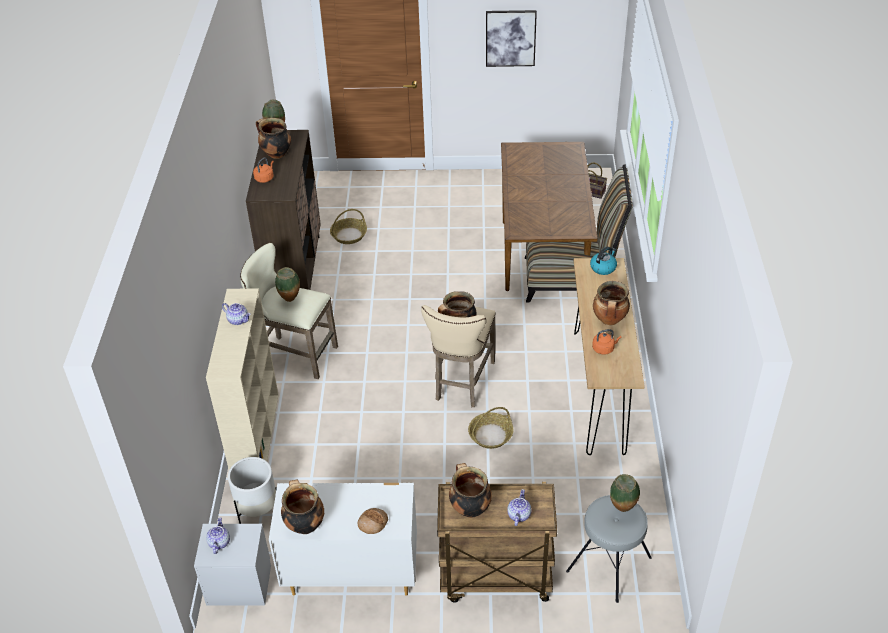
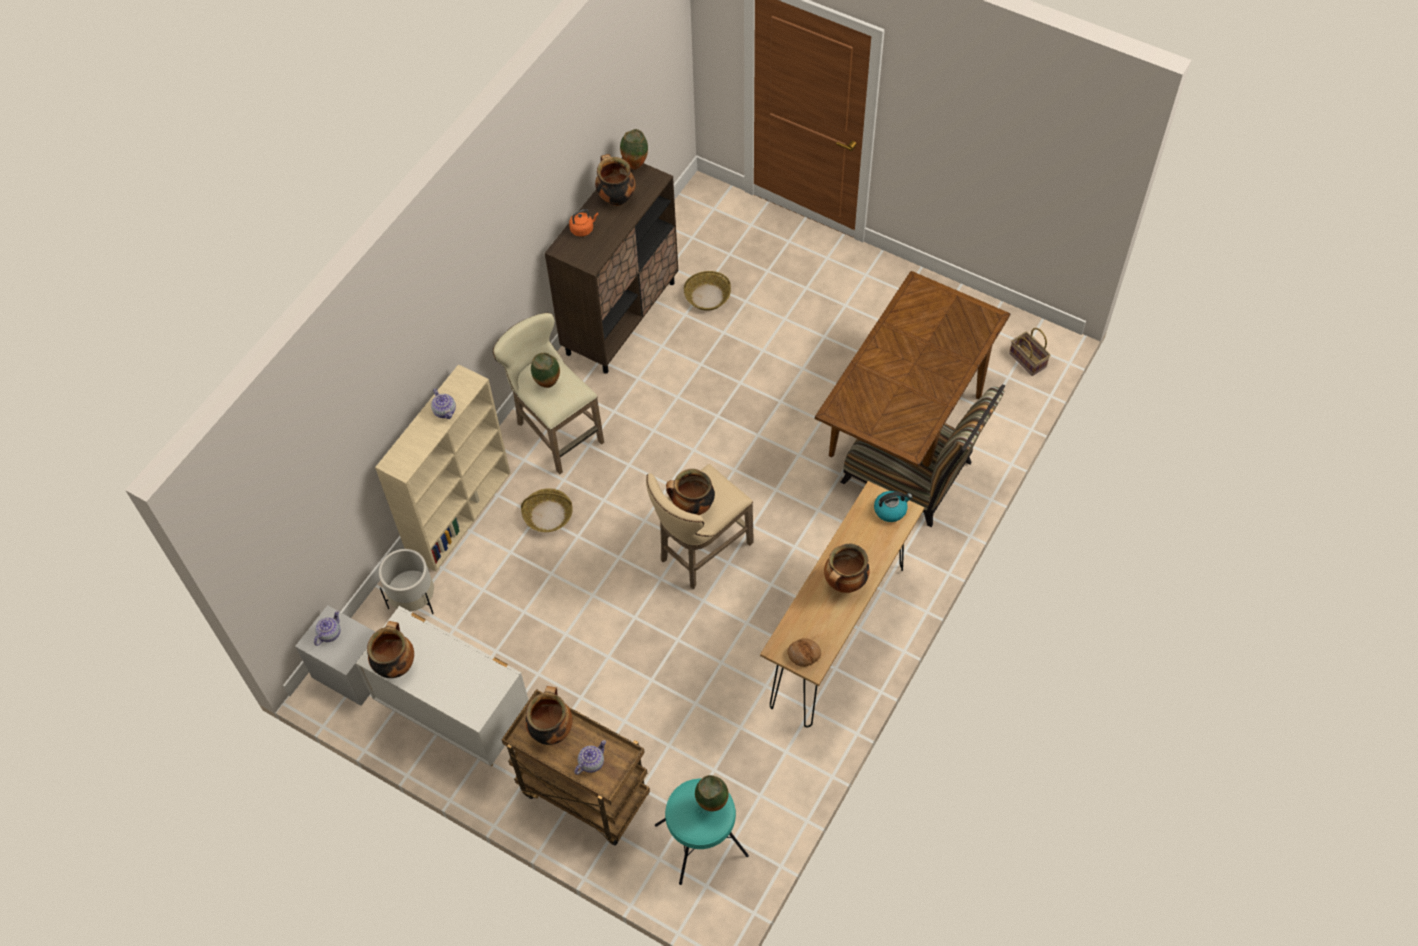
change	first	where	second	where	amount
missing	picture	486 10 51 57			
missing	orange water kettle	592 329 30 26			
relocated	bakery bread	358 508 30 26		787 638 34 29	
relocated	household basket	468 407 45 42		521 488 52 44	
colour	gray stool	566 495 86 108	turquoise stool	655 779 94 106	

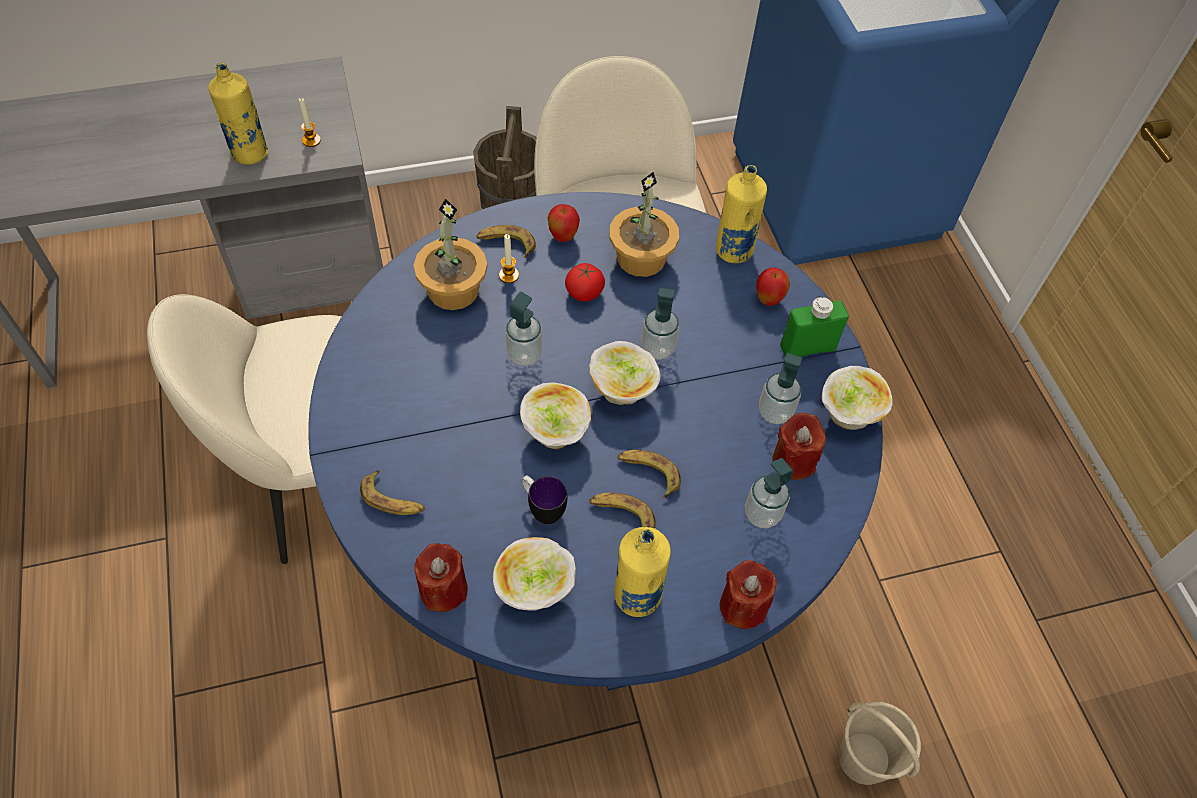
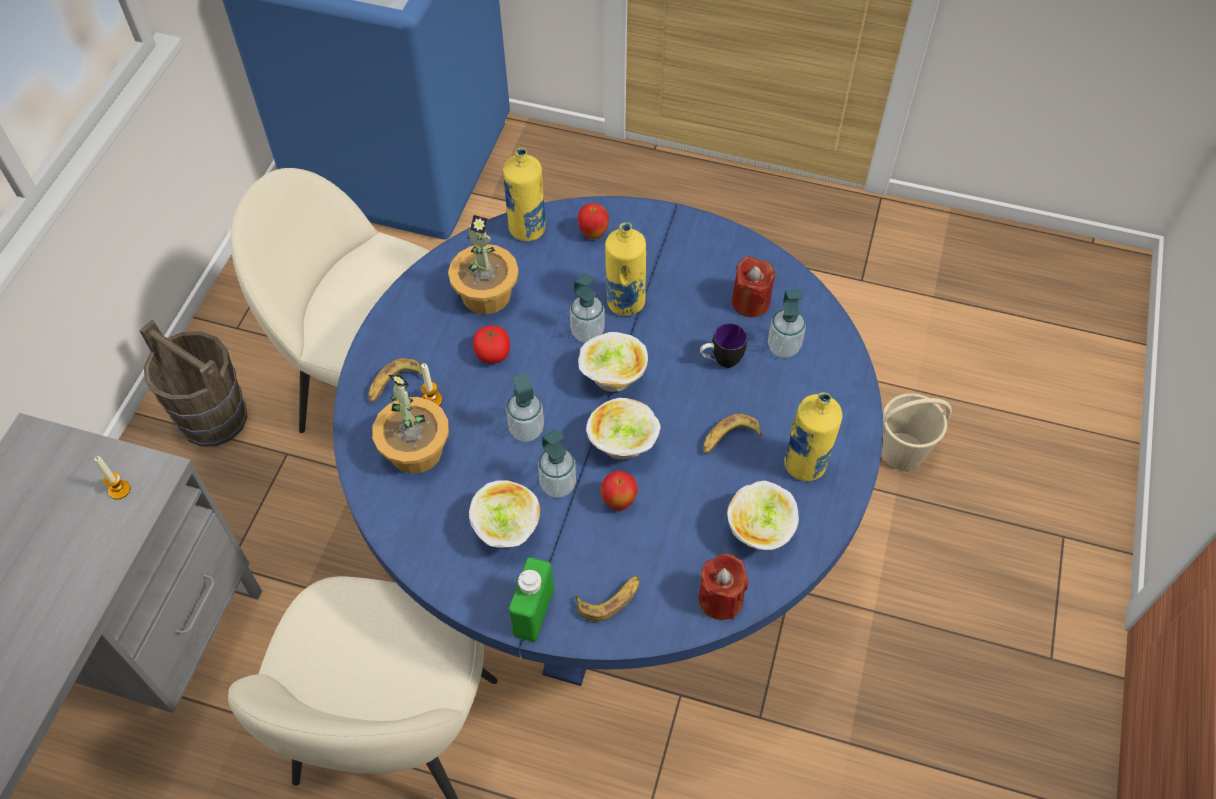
change	first	where	second	where	amount
missing	banana fruit	618 450 63 48			
missing	red-coloured wax candle	720 560 57 69			
relocated	yellow drink bottle	208 63 60 102		605 222 41 94	
relocated	coffee mug	521 476 46 48		700 323 47 45	
relocated	whole apple	547 204 33 38		601 471 36 39	
relocated	liquid soap bottle	759 353 43 71		538 429 38 69	
relocated	greenish drink bottle	780 296 69 61		509 557 45 85	
relocated	bowl	822 366 70 64		469 481 71 67	

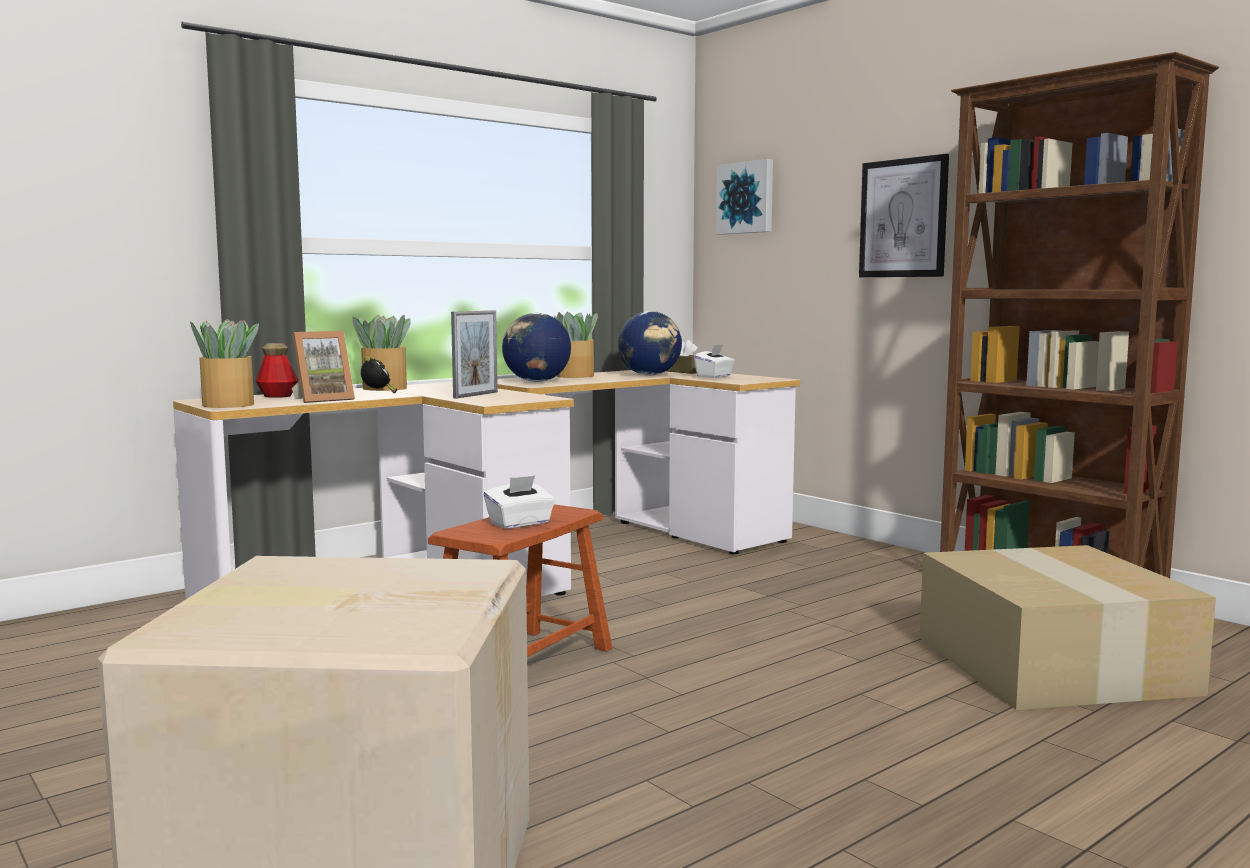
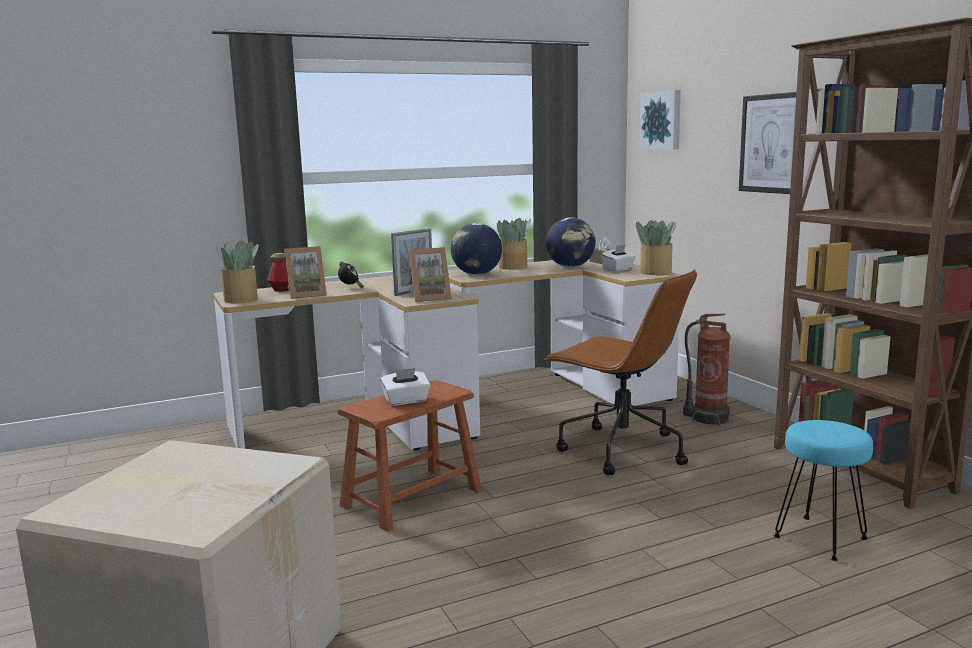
change	first	where	second	where	amount
appeared			photo frame	409 247 43 55	
appeared			brown computer chair	544 269 153 206	
appeared			fire-fighting cylinder	683 314 48 112	
relocated	potted plant	352 315 59 76		636 220 40 55	
exchanged	carton	920 545 296 165	turquoise stool	773 420 100 141	

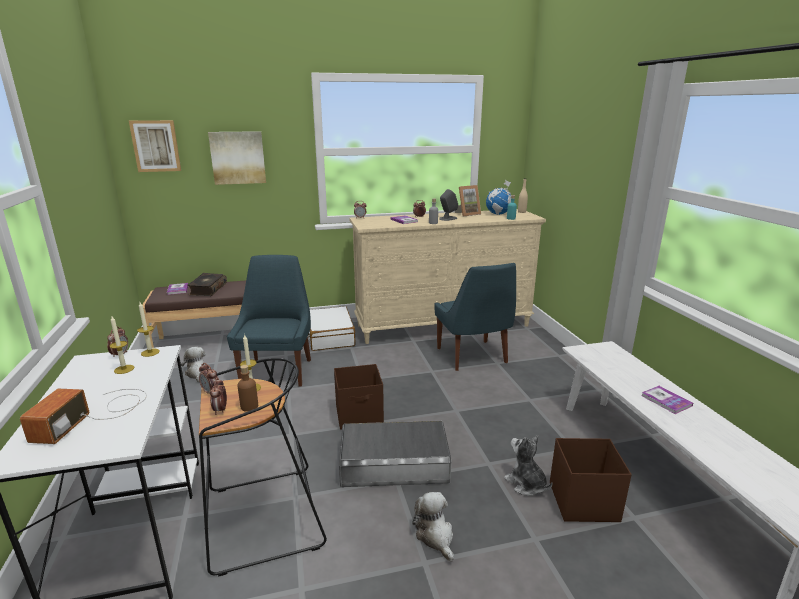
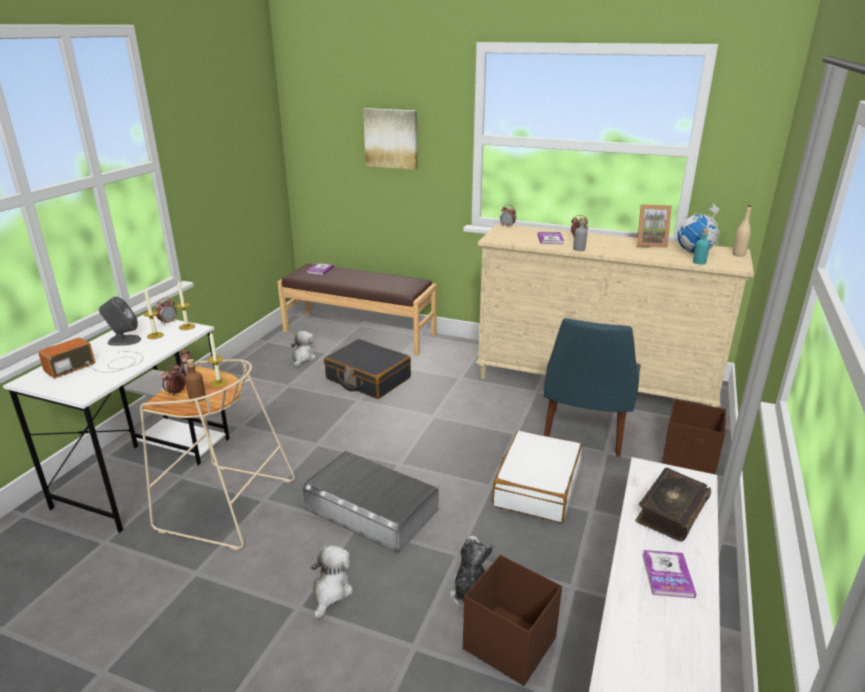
change	first	where	second	where	amount
missing	picture	129 120 52 52			
relocated	book	187 273 40 23		635 468 76 74	
relocated	white suitcase	308 306 47 45		492 430 90 93	
relocated	brown storage bin	334 364 50 66		662 399 64 75	
relocated	gray loudspeaker	439 189 19 32		99 296 42 50	
exchanged	blue chair	227 255 84 132	black suitcase	324 339 87 60	
colour	black stool	199 358 128 219	beige-coloured stool	140 359 155 192	

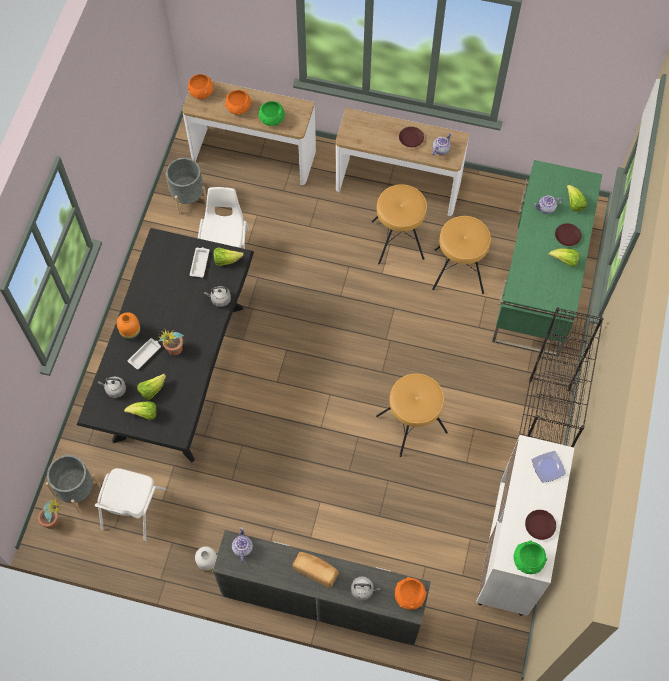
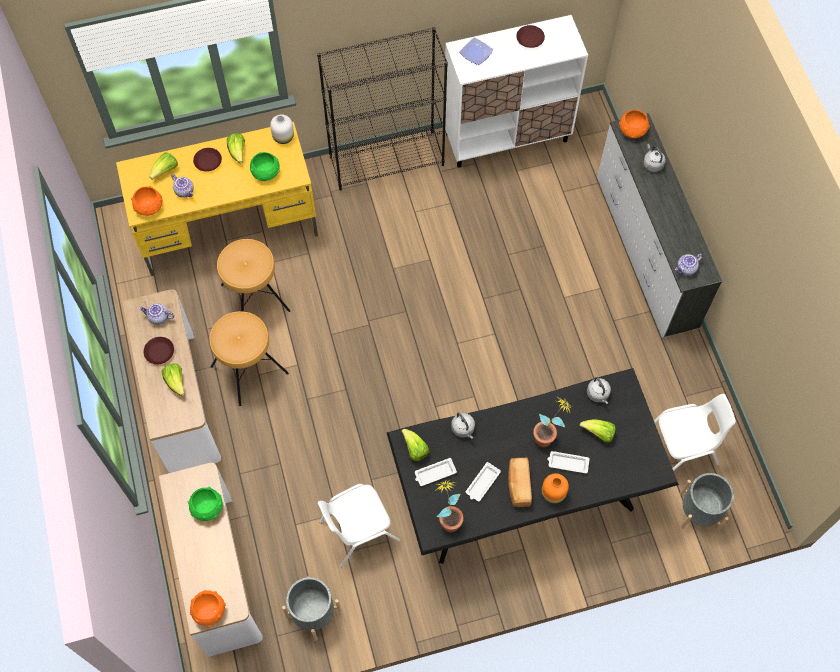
change	first	where	second	where	amount
missing	brown stool	376 374 72 83			
appeared			white tray	466 462 35 40	
relocated	potted plant	38 497 24 32		435 479 29 53	
relocated	gray water kettle	98 376 28 22		587 377 24 27	
relocated	head of lettuce	124 401 33 19		162 363 23 33	
relocated	white decorative vase	195 546 22 26		270 114 24 30	
relocated	orange bowl	225 90 27 25		131 186 31 30	
relocated	bakery bread	292 552 47 36		508 457 24 50	
relocated	greenish bowl	514 540 33 34		250 152 30 29	
colour	greenish desk	492 160 110 197	yellow desk	116 122 202 154	

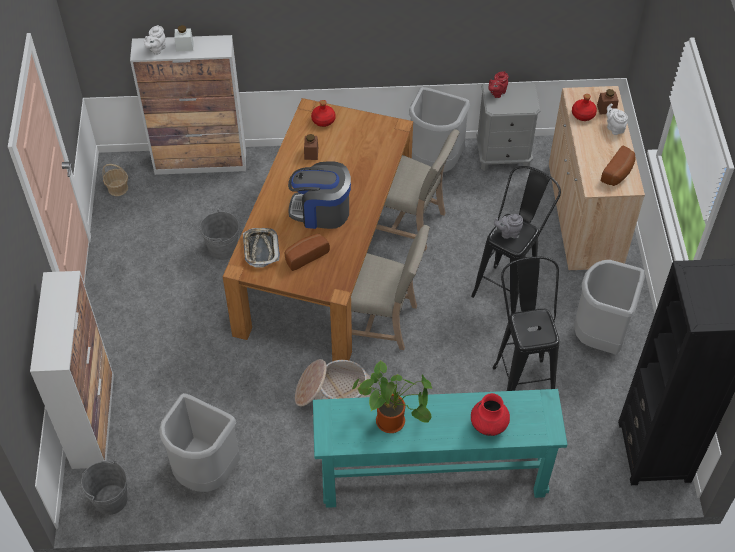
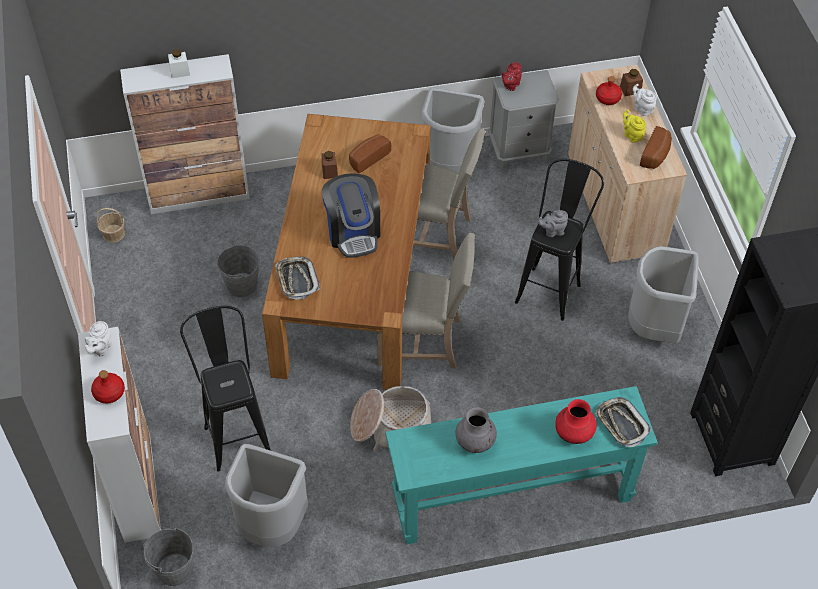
change	first	where	second	where	amount
appeared			tray	595 397 56 50	
appeared			yellow pot for tea	623 110 23 33	
relocated	white pot for tea	144 25 22 30		85 321 27 36	
relocated	bakery bread	285 234 45 37		349 134 42 39	
relocated	red-coloured drink bottle	311 100 25 27		91 370 34 33	
relocated	black stool	493 257 66 134		180 306 91 166	
exchanged	potted plant	352 361 80 72	gray decorative vase	456 407 41 46	
spun	coffee brewer	288 161 63 68		322 173 58 85	105 degrees counterclockwise

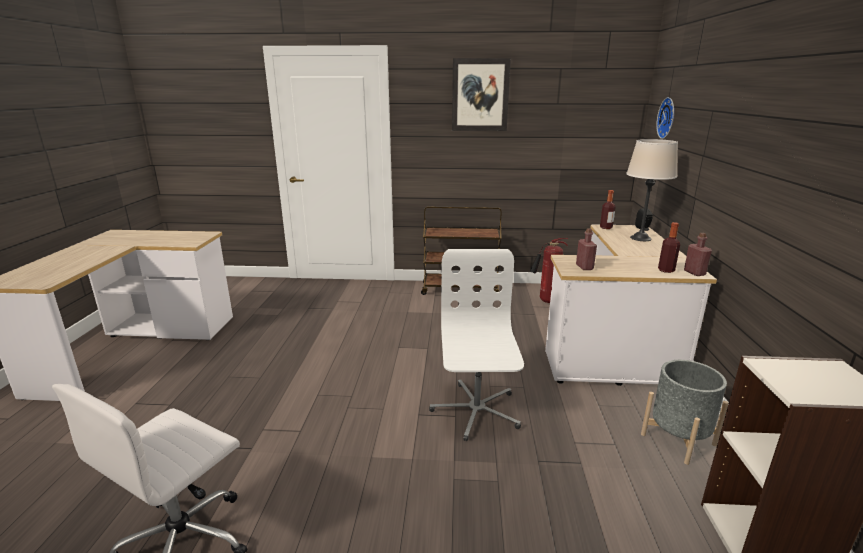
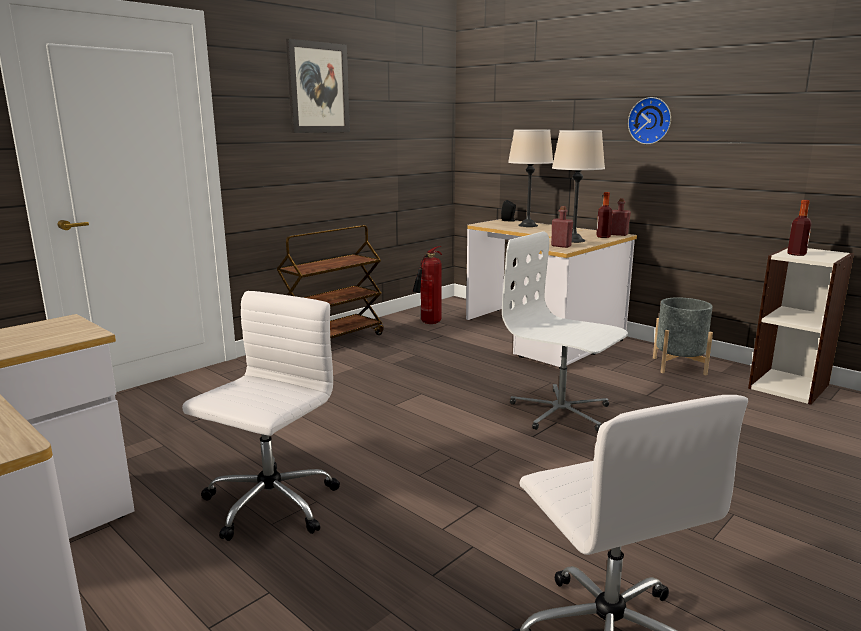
change	first	where	second	where	amount
appeared			white computer chair	182 291 158 250	
appeared			beige-coloured lamp for a table	552 130 53 113	
relocated	drink bottle	600 190 16 39		787 200 25 56	
relocated	wall clock	656 97 18 42		628 97 43 47	

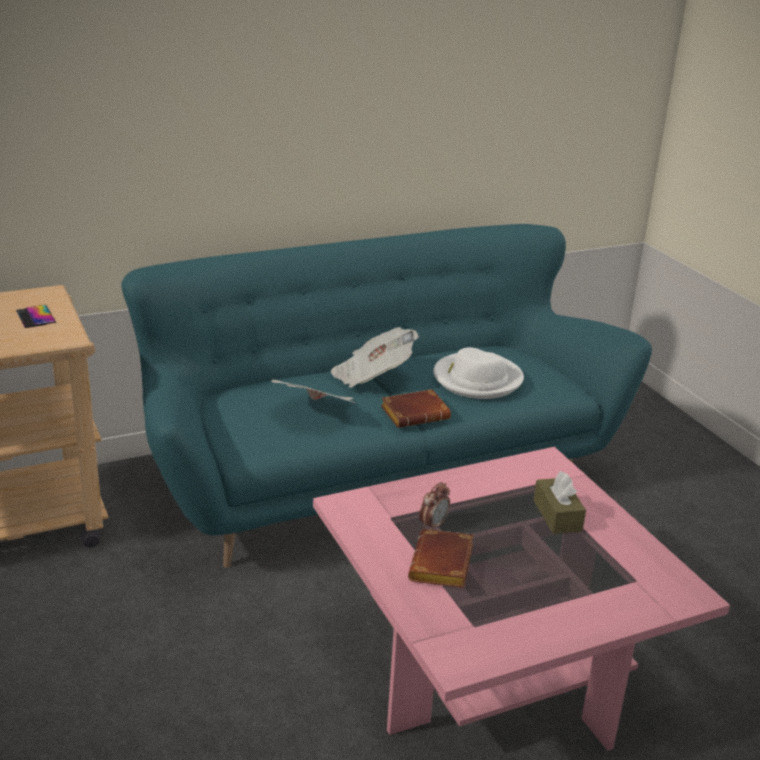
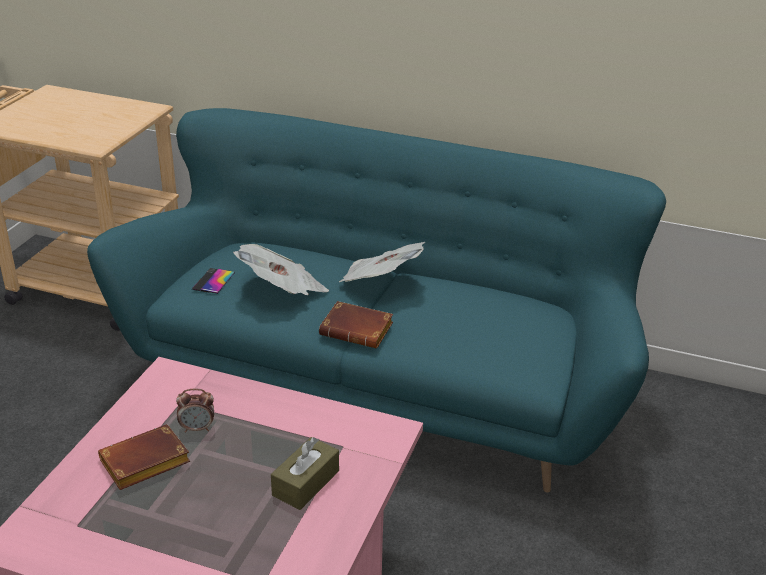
change	first	where	second	where	amount
missing	white wearable hat	433 347 91 52			
relocated	handset	16 305 40 23		192 268 43 26	

